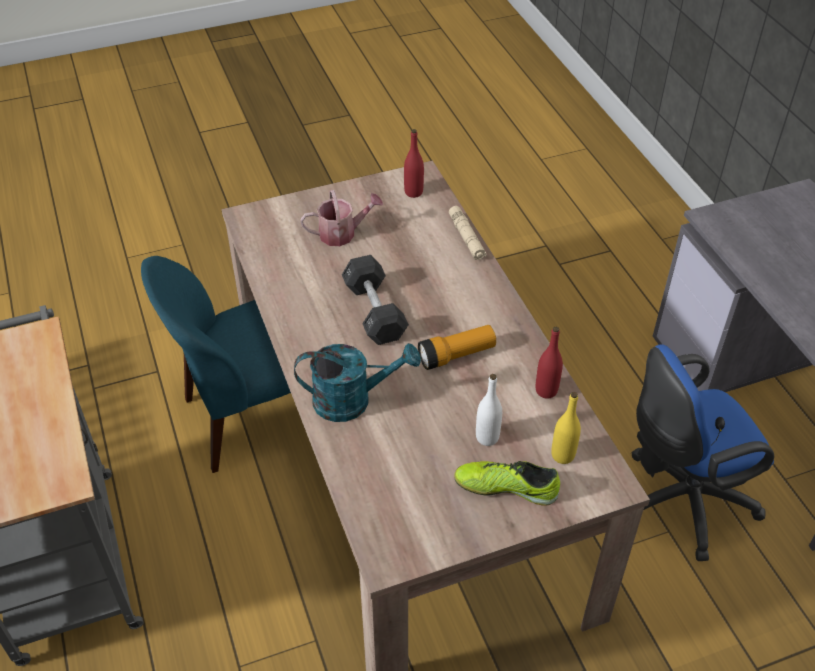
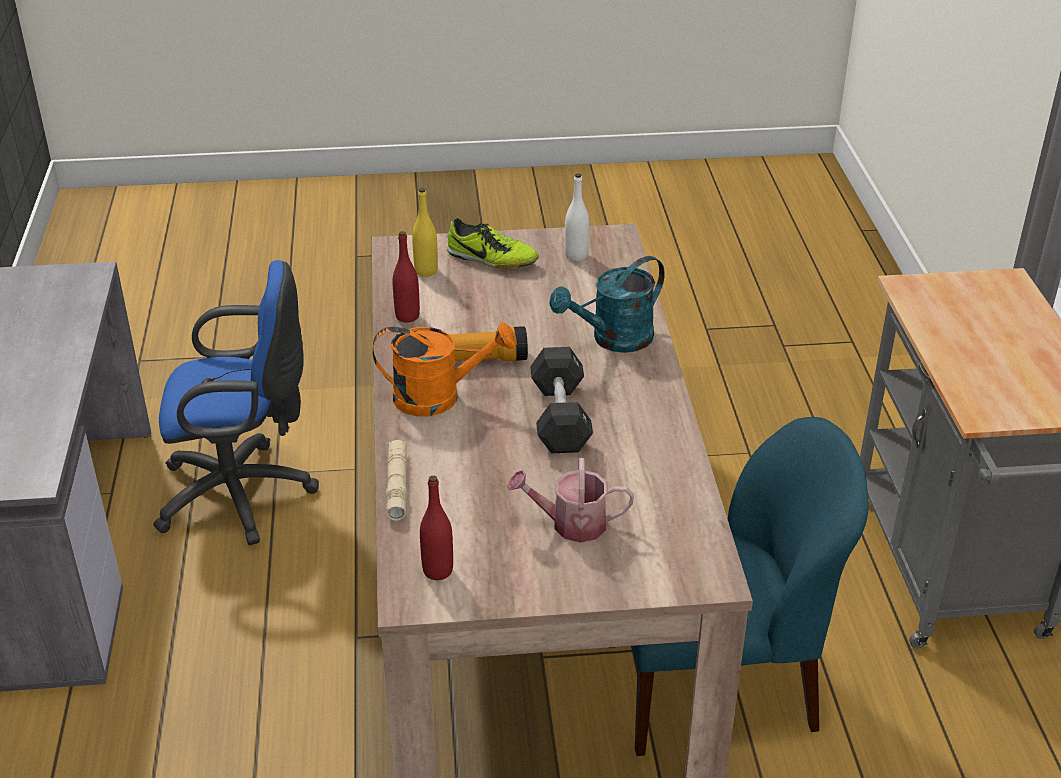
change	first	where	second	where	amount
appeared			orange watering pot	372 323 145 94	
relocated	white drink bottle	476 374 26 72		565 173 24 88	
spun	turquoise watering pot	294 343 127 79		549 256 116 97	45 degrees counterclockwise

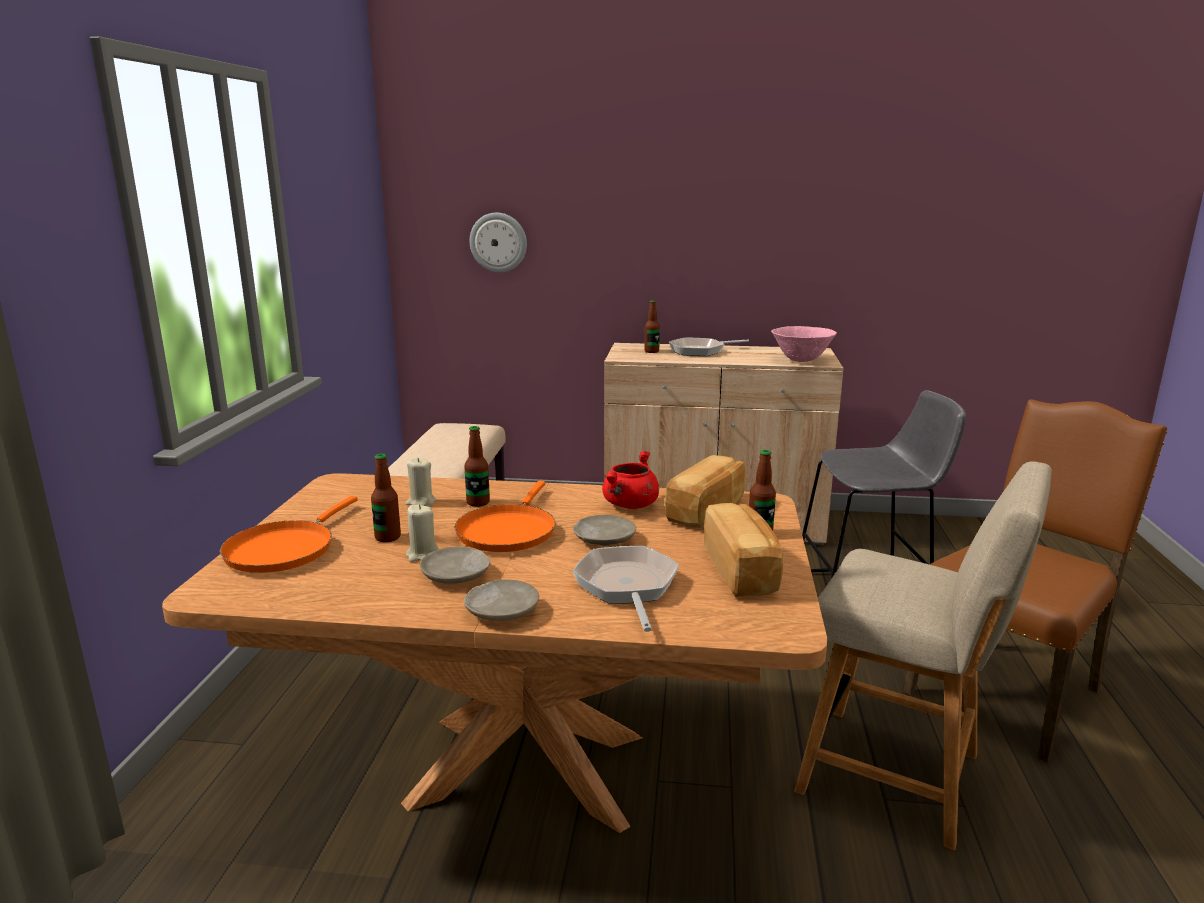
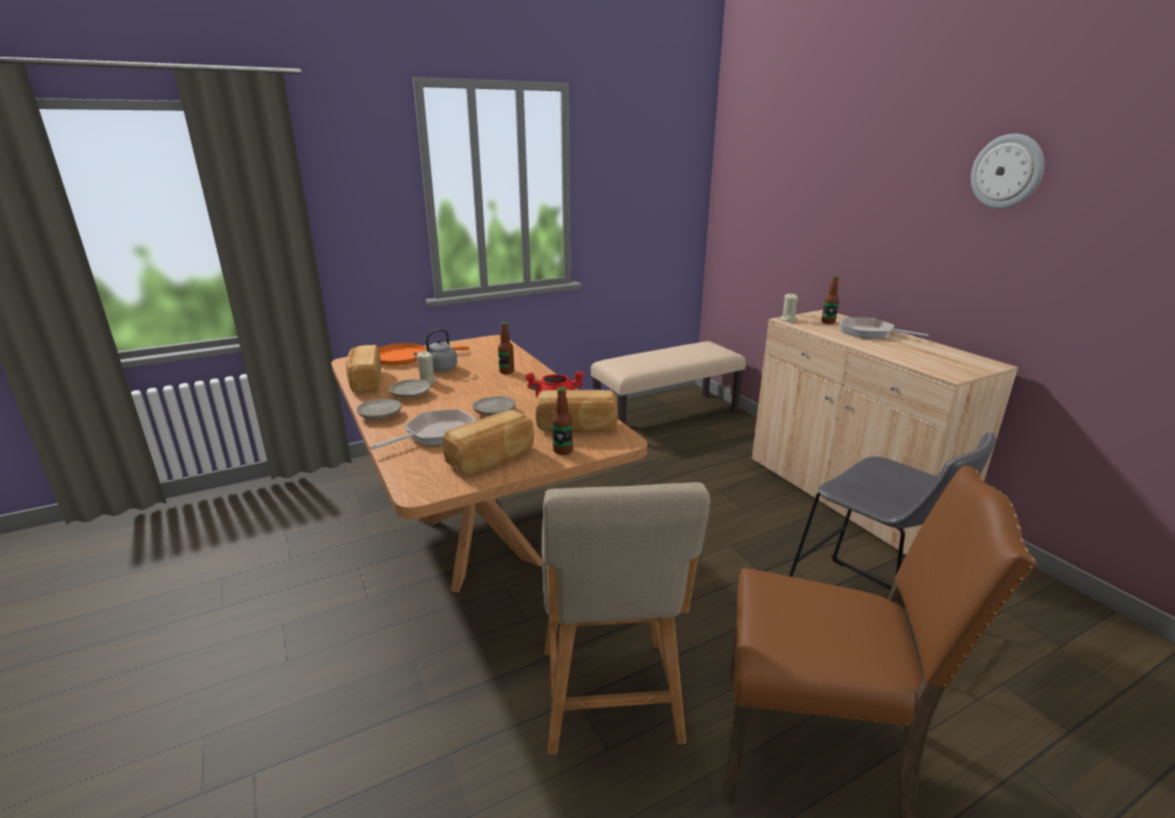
change	first	where	second	where	amount
missing	orange skillet	455 481 100 71			
missing	pinkish bowl	771 326 66 36			
appeared			bakery bread	346 345 35 48	
relocated	beige-coloured wax candle	405 458 31 48		779 293 19 29	
relocated	wall clock	470 213 57 60		971 134 73 75	
exchanged	drink bottle	371 454 30 88	gray water kettle	414 329 43 43	

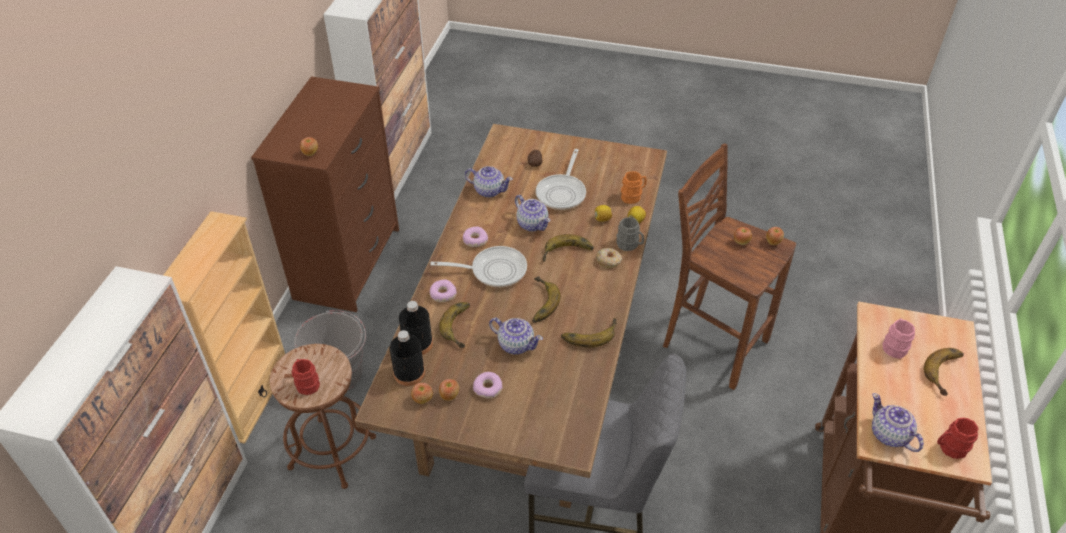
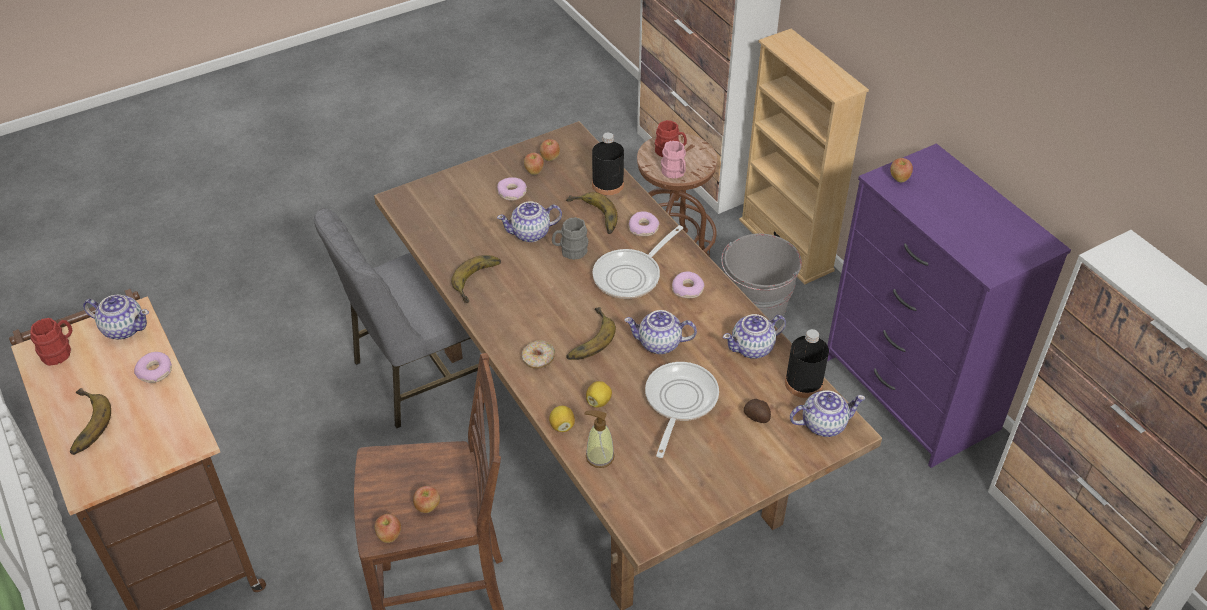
change	first	where	second	where	amount
missing	banana fruit	532 276 28 47			
appeared			doughnut	134 352 38 31	
appeared			pot for tea	790 390 75 47	
relocated	black drink bottle	389 330 36 56		785 329 44 69	
relocated	gray coffee mug	616 217 28 34		552 217 36 43	
relocated	pinkish coffee mug	883 318 32 41		661 141 25 38	
exchanged	orange coffee mug	621 171 26 33	liquid soap bottle	584 410 30 58	
colour	brown drawer chest	251 76 148 236	purple drawer chest	827 144 244 324	
spun	skillet	536 149 50 61		645 362 74 96	45 degrees clockwise

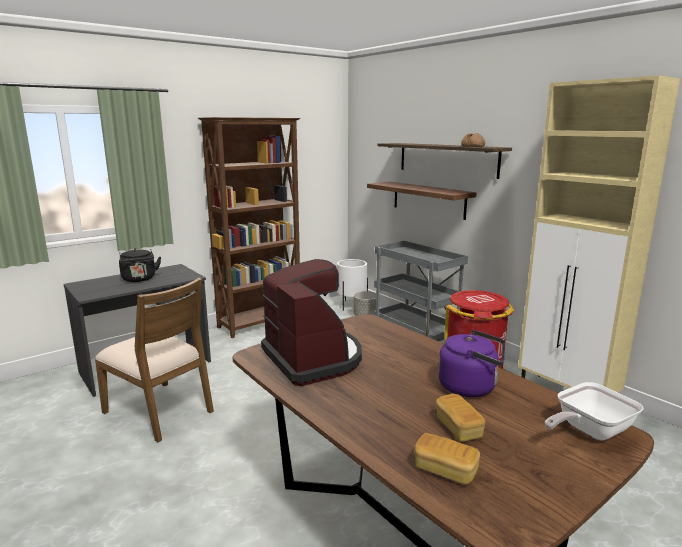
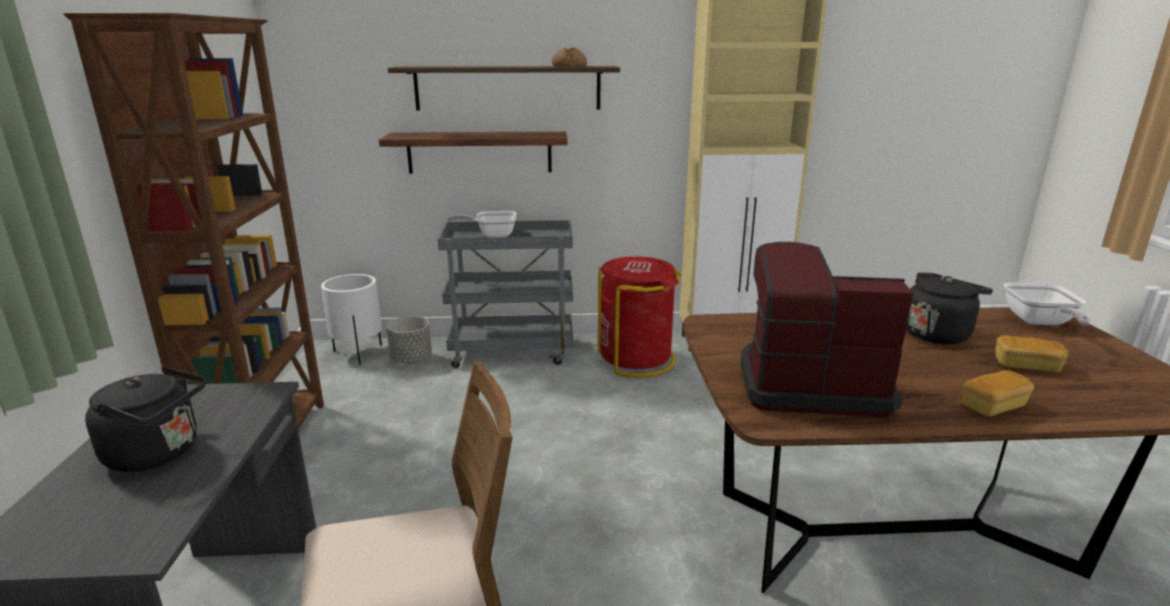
change	first	where	second	where	amount
appeared			skillet	447 211 69 26	
relocated	bakery bread	415 433 65 52		962 370 72 47	
colour	purple water kettle	438 330 67 67	black water kettle	906 272 87 72	

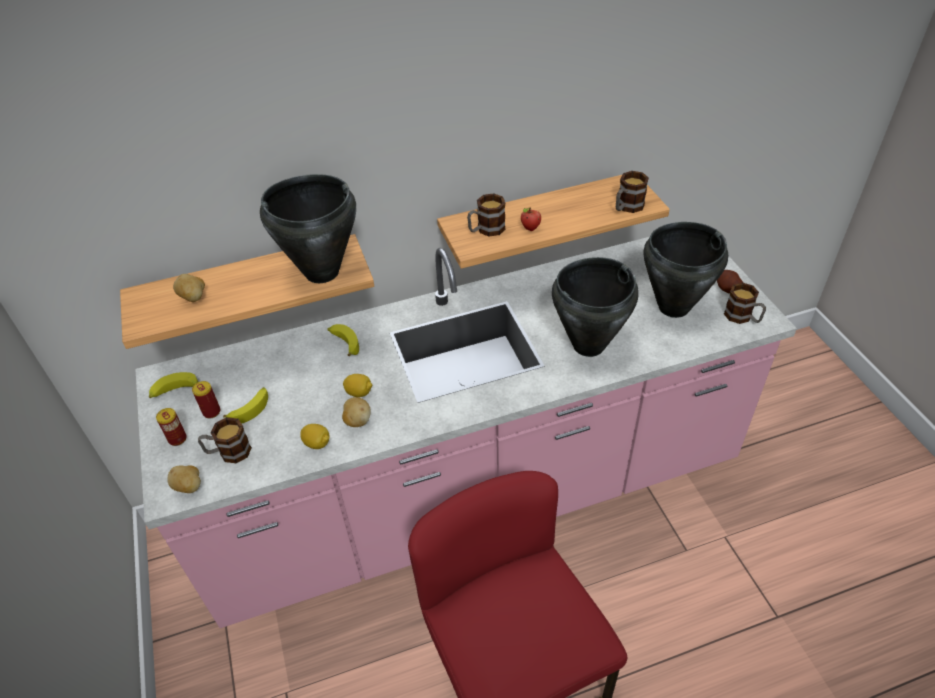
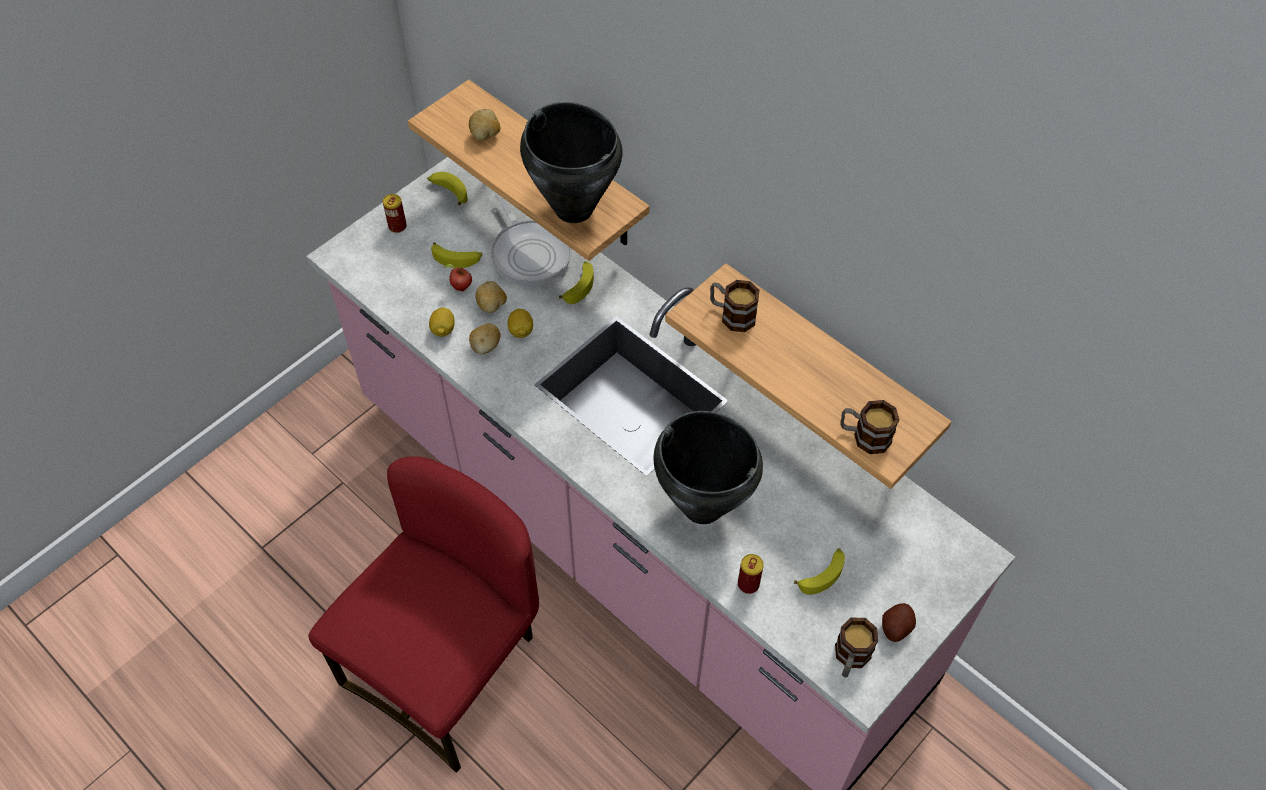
change	first	where	second	where	amount
missing	coffee mug	198 417 54 46			
appeared			skillet	491 193 81 93	
relocated	potato	167 465 34 28		475 281 32 32	
relocated	metal can	192 381 28 38		738 554 26 40	
relocated	whole apple	521 208 20 23		444 264 28 27	
exchanged	black saucepot	643 222 85 96	banana fruit	794 548 51 47	

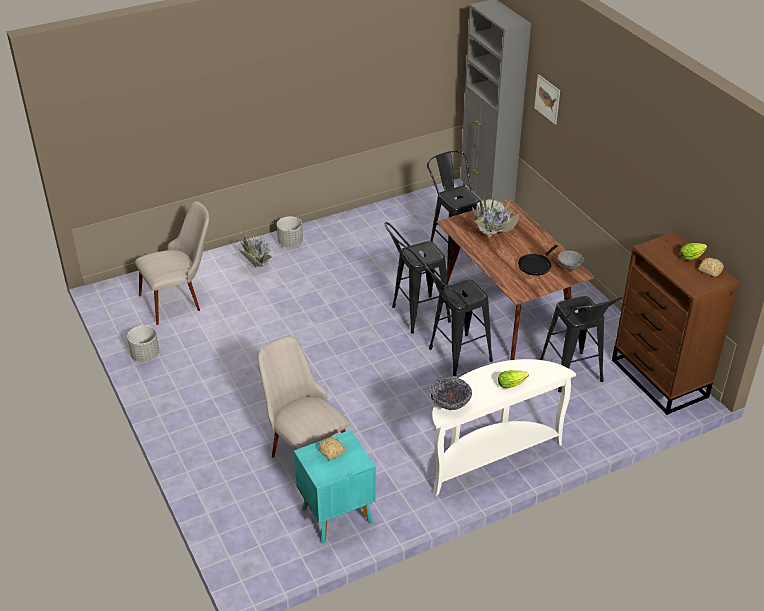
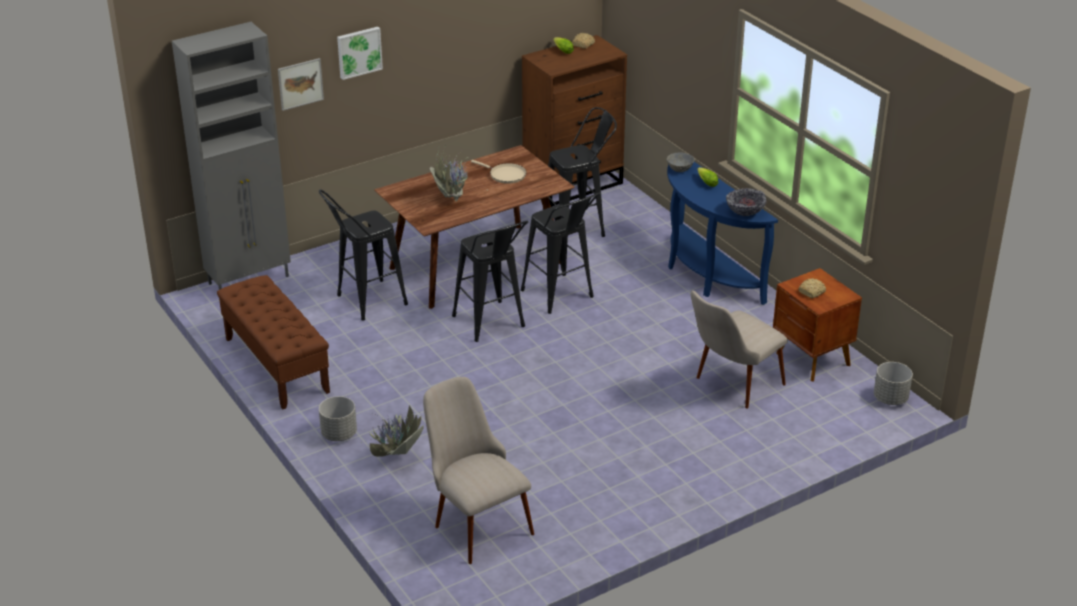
change	first	where	second	where	amount
appeared			brown indoor bench	217 275 113 134	
appeared			picture	337 27 46 53	
relocated	gray planter	127 326 32 35		874 362 39 43	
relocated	gray bowl	558 251 26 19		667 152 28 20	
colour	turquoise bedside table	294 430 82 114	brown bedside table	773 268 89 113	
colour	white narrow table	432 359 144 137	blue narrow table	667 162 111 143	
colour	black skillet	518 245 40 31	beige-coloured skillet	471 160 55 24	

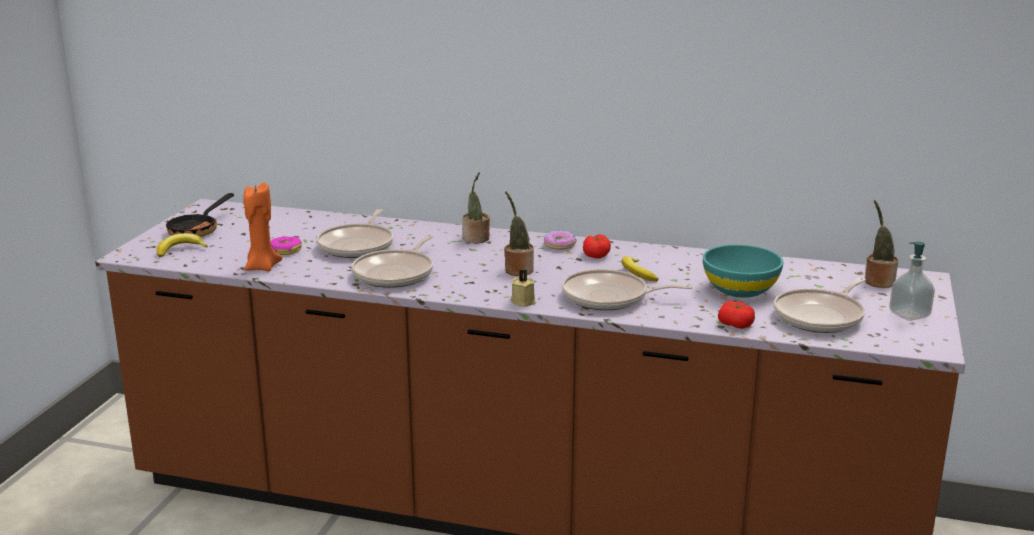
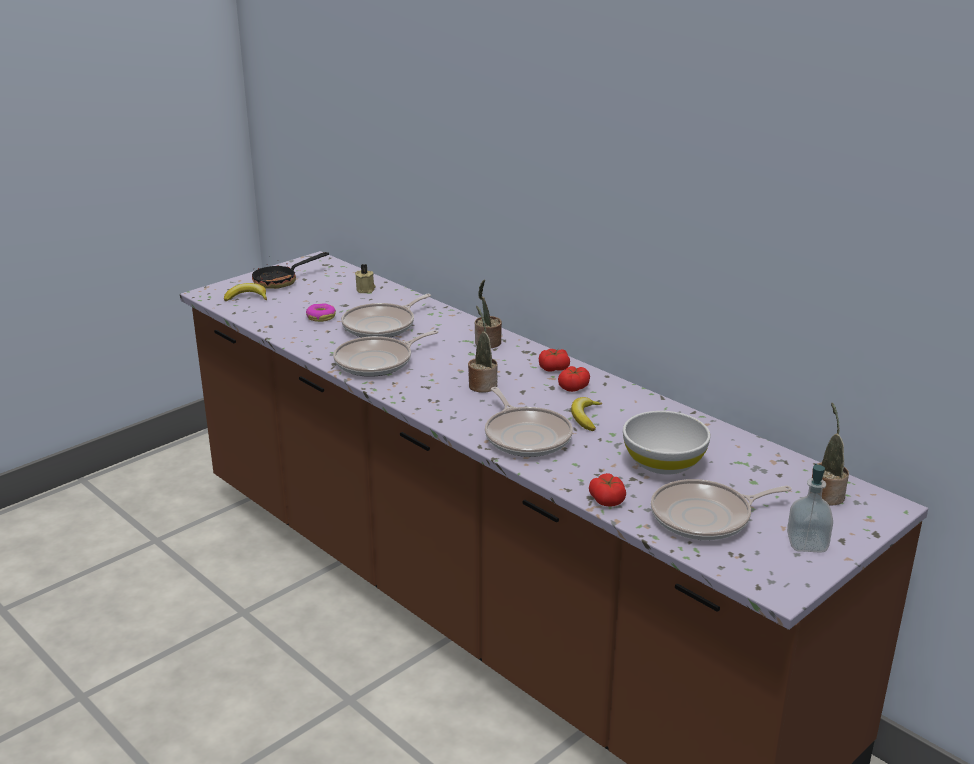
change	first	where	second	where	amount
missing	orange wax candle	243 183 39 88			
relocated	beige-coloured wax candle	511 269 25 38		355 264 21 29	
exchanged	doughnut	544 230 32 20	fresh tomato	539 349 31 22	
colour	turquoise bowl	703 245 81 52	white bowl	623 411 88 64	
spun	skillet	562 269 130 41		485 387 88 70	150 degrees counterclockwise

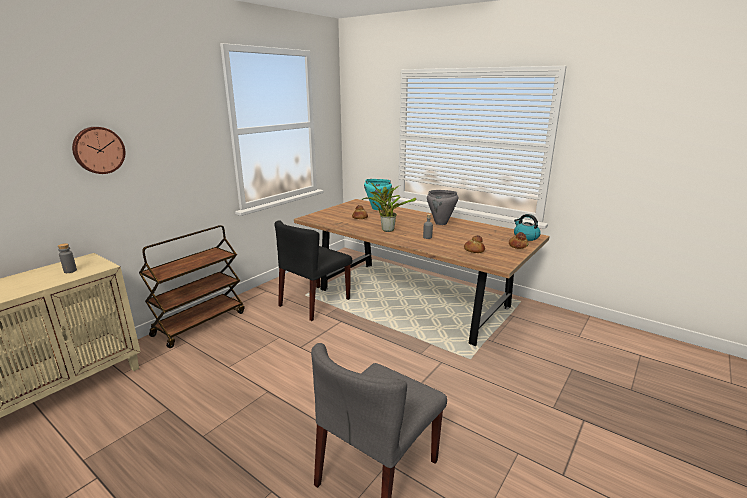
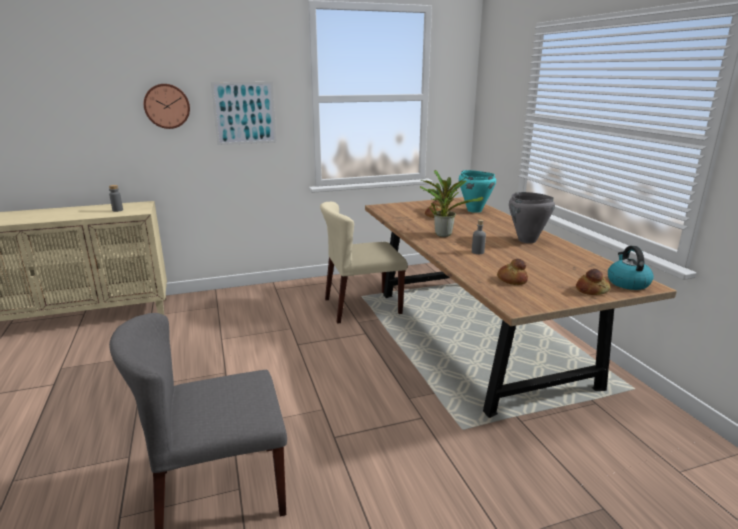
change	first	where	second	where	amount
missing	brown trolley	139 225 106 123			
appeared			picture	211 82 66 63	
colour	black chair	274 220 78 101	beige-coloured chair	320 202 87 122	

